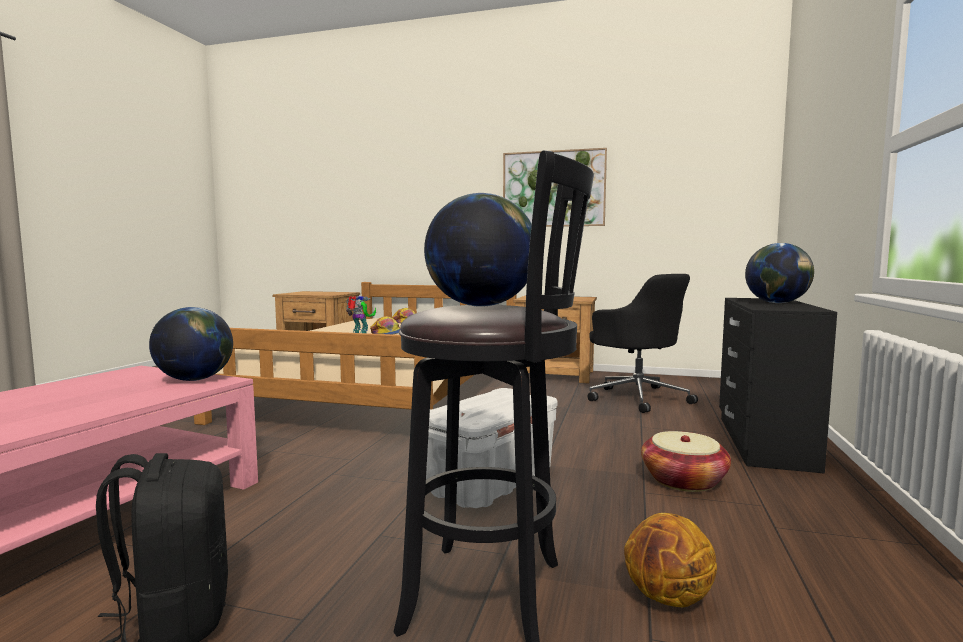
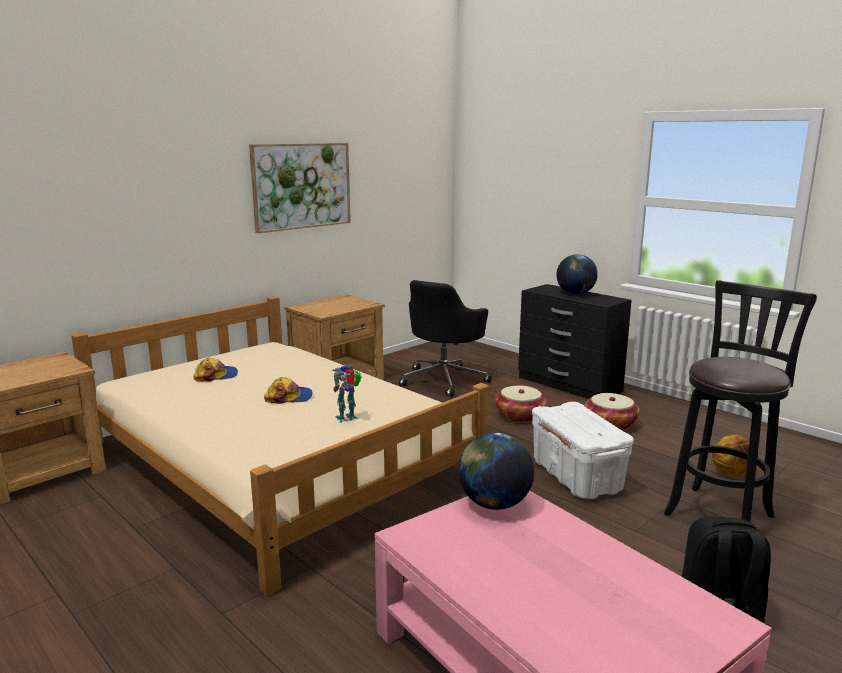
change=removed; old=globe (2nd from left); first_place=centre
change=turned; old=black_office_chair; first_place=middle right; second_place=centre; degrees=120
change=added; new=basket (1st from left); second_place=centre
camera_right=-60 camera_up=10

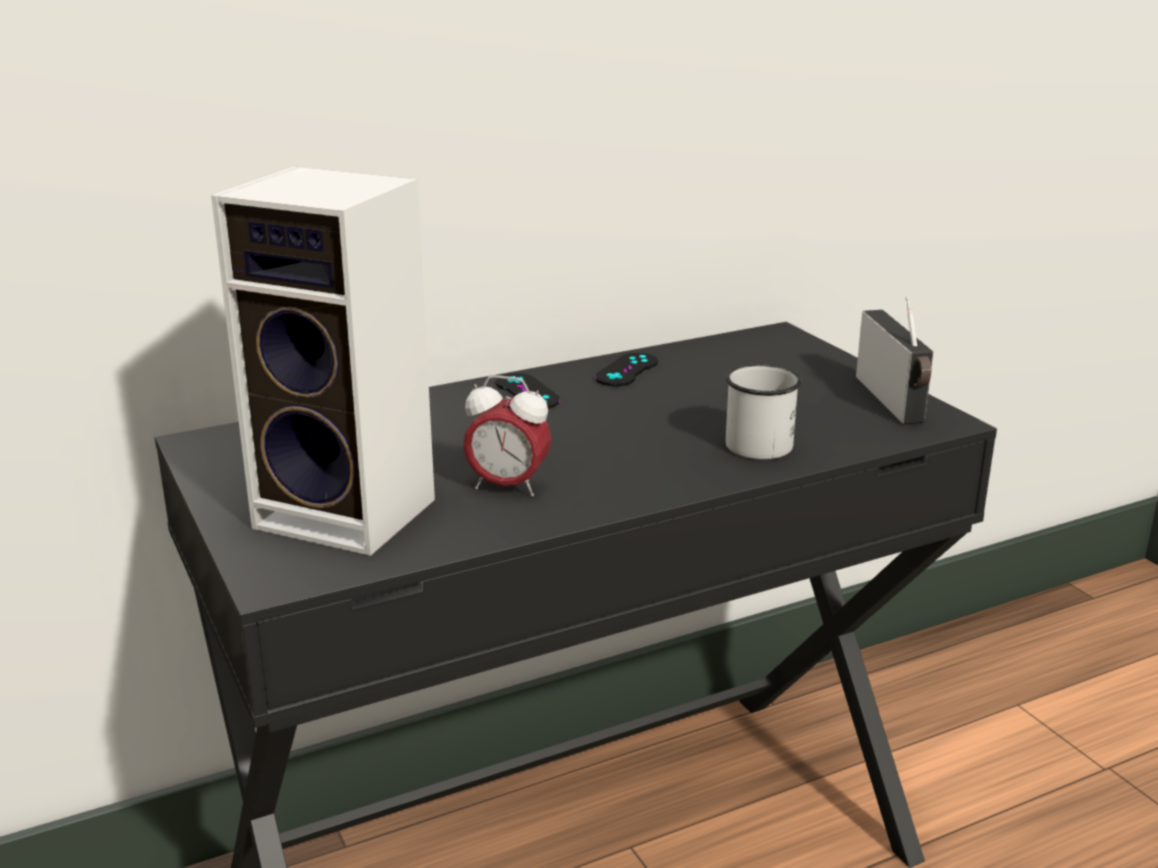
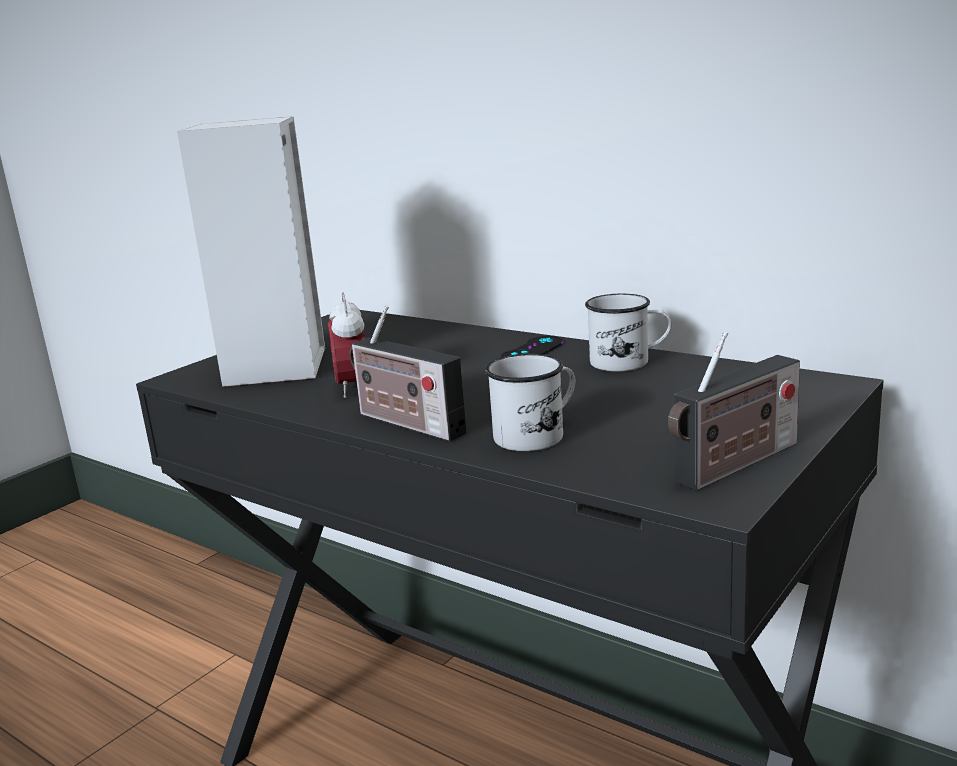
change=replaced; old=black_game_controller (2nd from left); new=white_mug (2nd from left); first_place=centre; second_place=centre
change=added; new=radio (1st from left); second_place=centre
camera_right=65 camera_up=-5

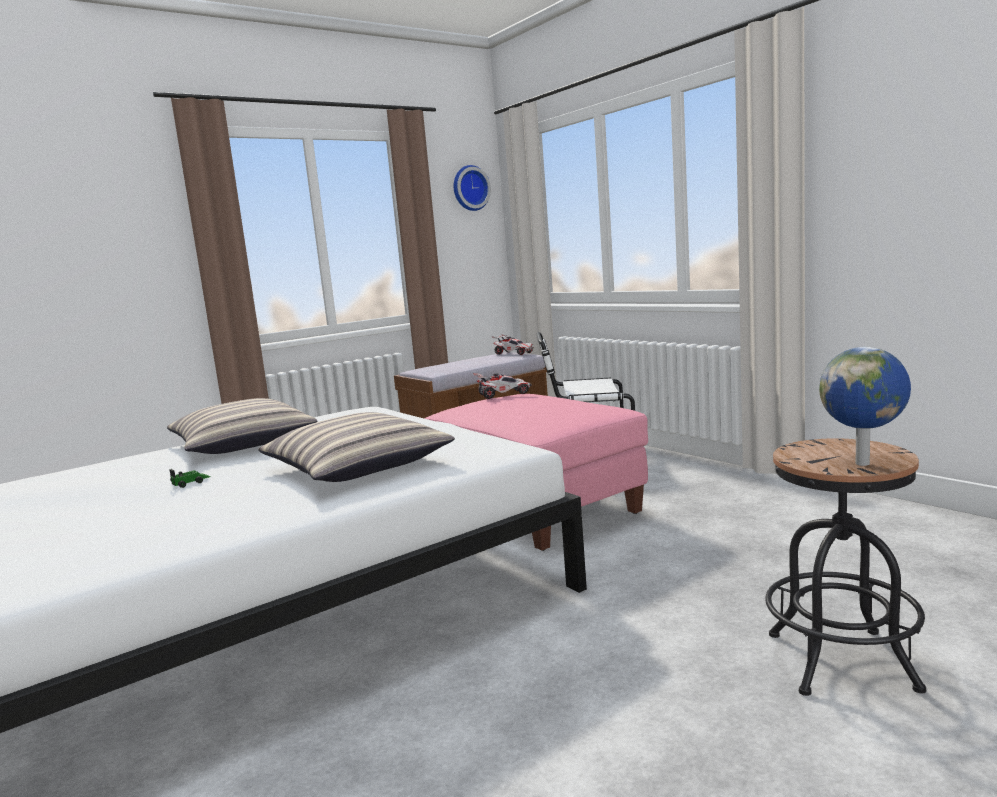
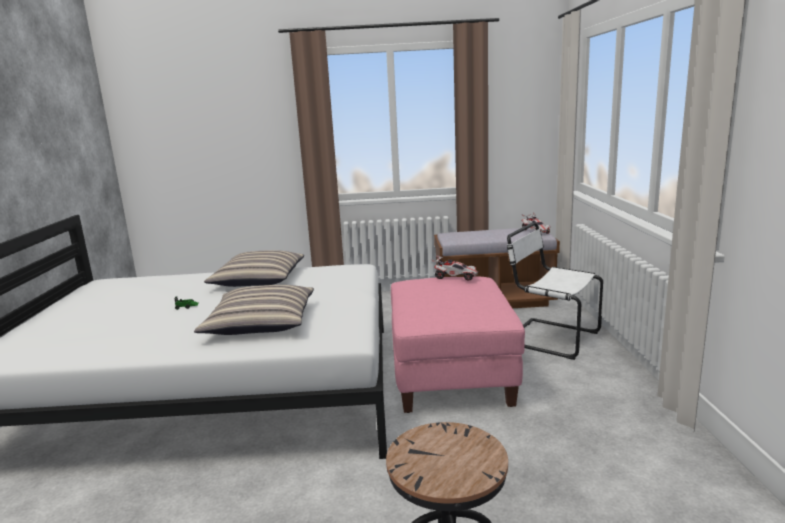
change=removed; old=wall_clock; first_place=top centre
change=removed; old=globe; first_place=middle right
camera_right=35 camera_up=5

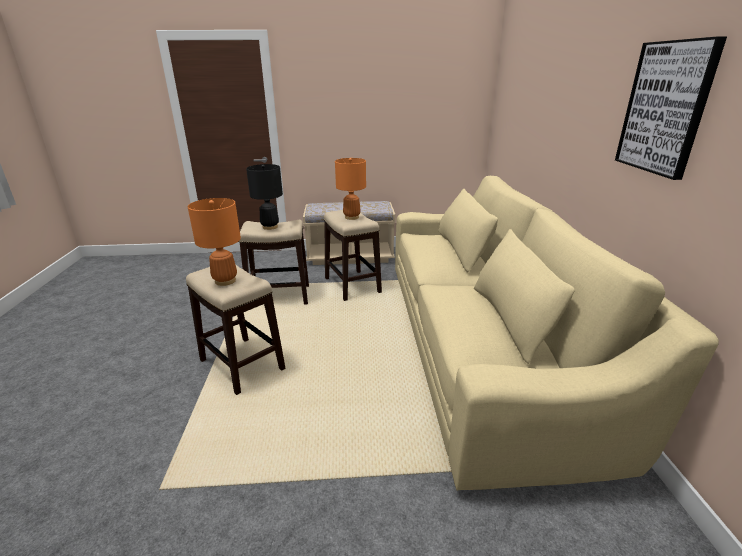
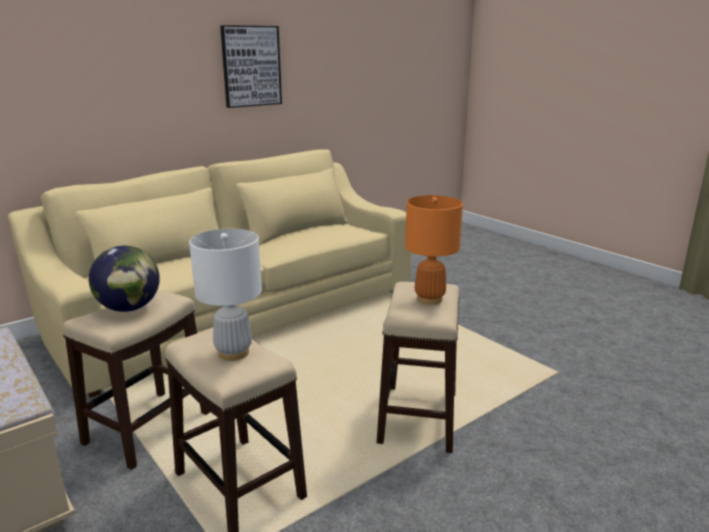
change=replaced; old=orange_table_lamp (2nd from left); new=globe; first_place=centre; second_place=middle left
change=recoloured; old=black_table_lamp; new=white_table_lamp; first_place=centre; second_place=middle left
camera_right=-125 camera_up=-5

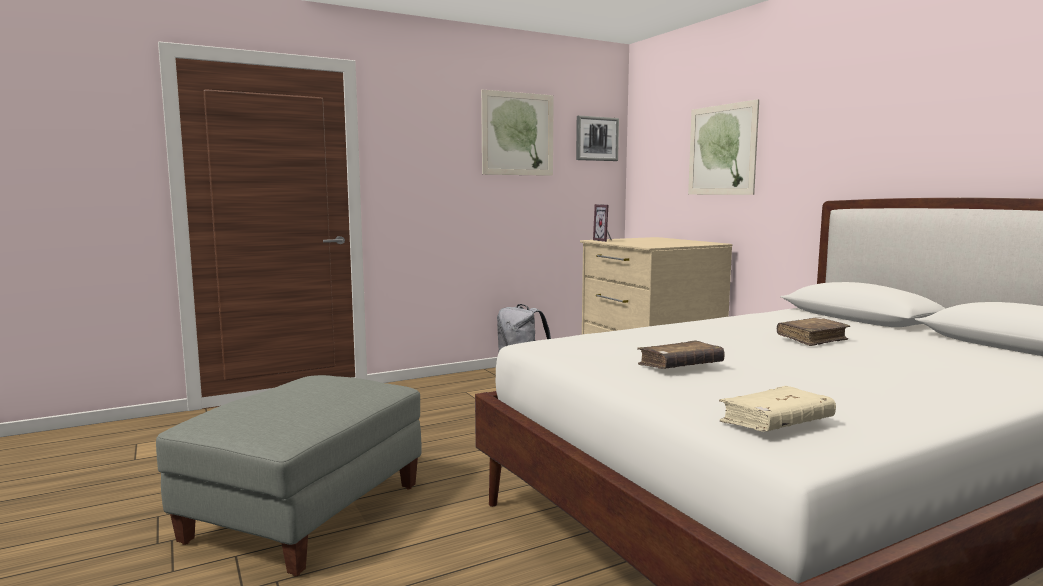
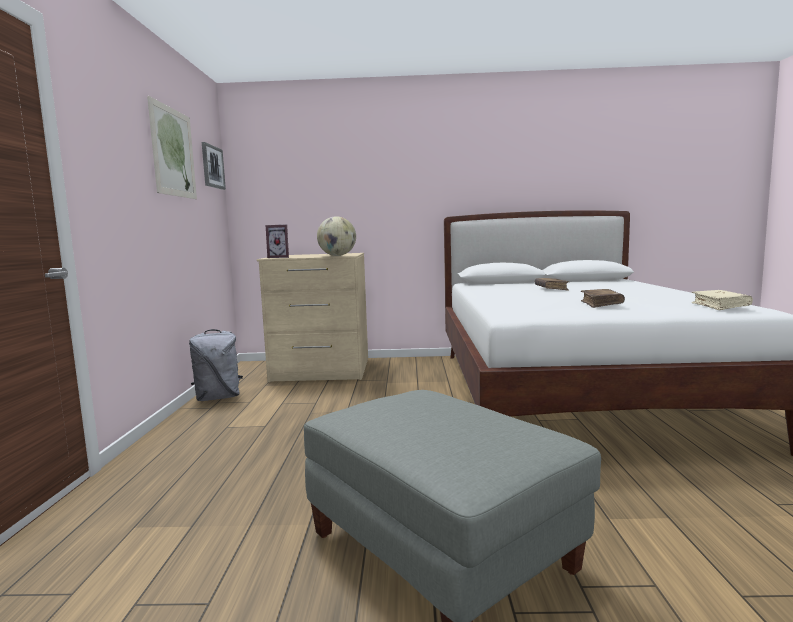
change=removed; old=picture (3rd from left); first_place=top right
change=added; new=globe; second_place=centre
camera_right=-60 camera_up=0

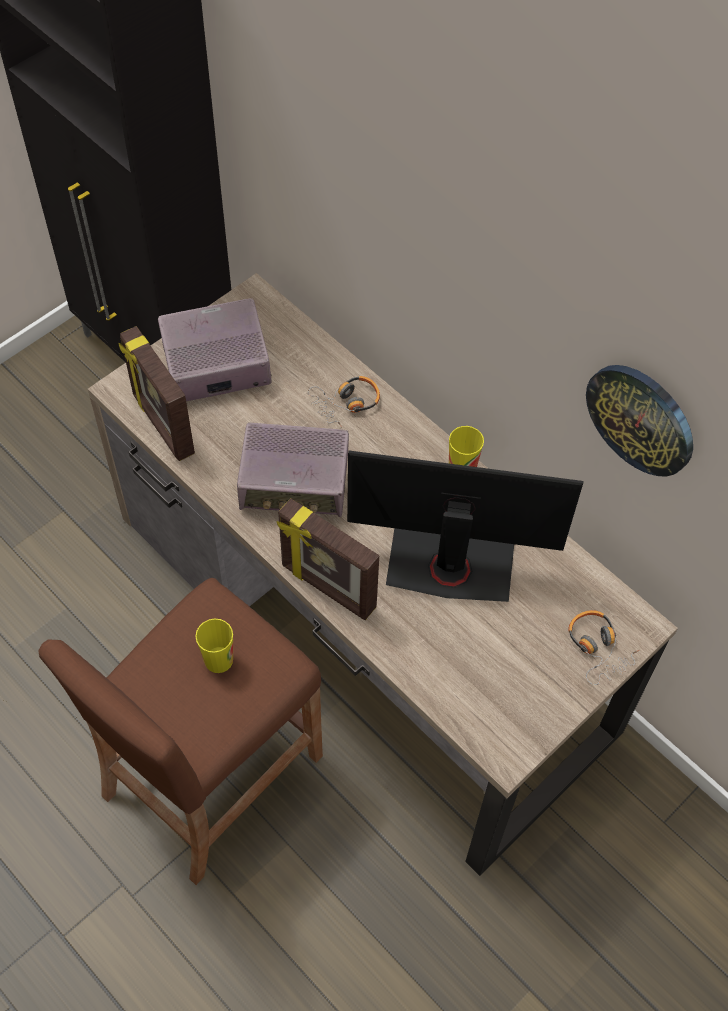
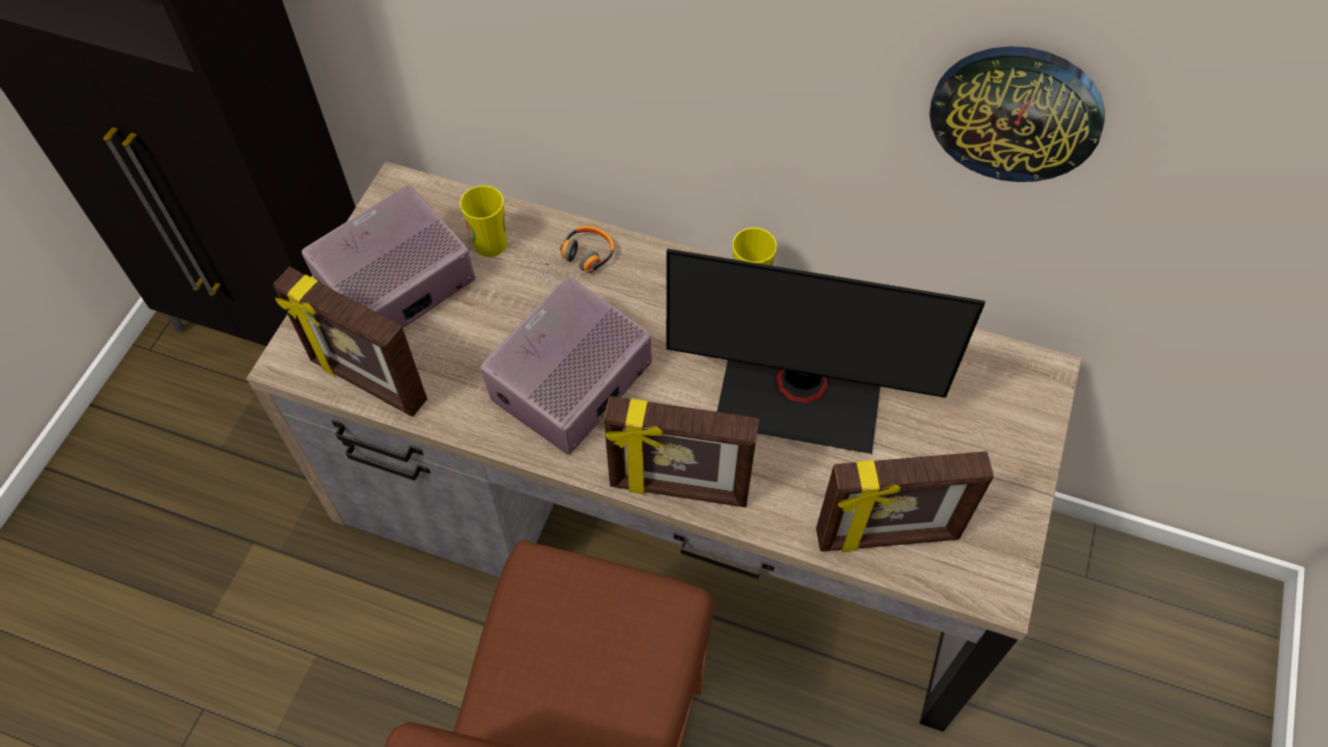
change=turned; old=radio (2nd from left); first_place=centre; second_place=centre; degrees=150
change=turned; old=monitor; first_place=centre; second_place=centre; degrees=-150
change=removed; old=headphones (2nd from left); first_place=middle right
change=moved; old=cup (1st from left); first_place=middle left; second_place=top centre
change=added; new=picture_frame (3rd from left); second_place=bottom right
camera_right=-25 camera_up=0

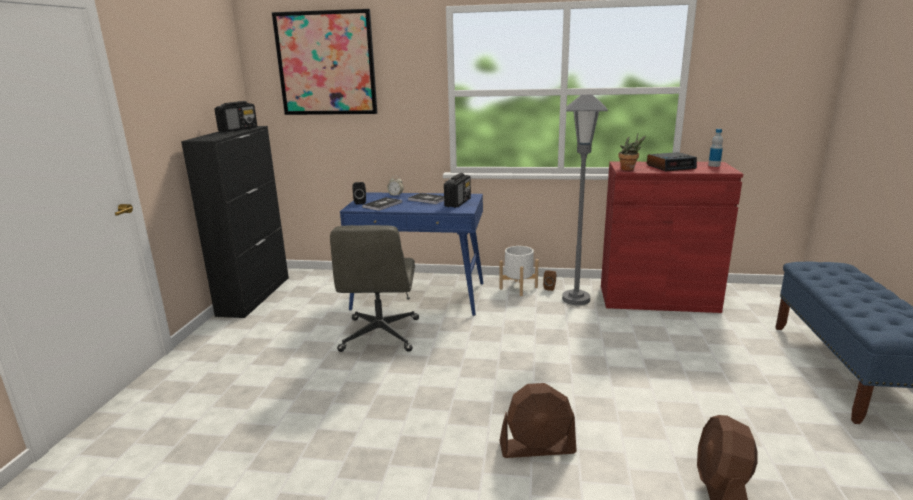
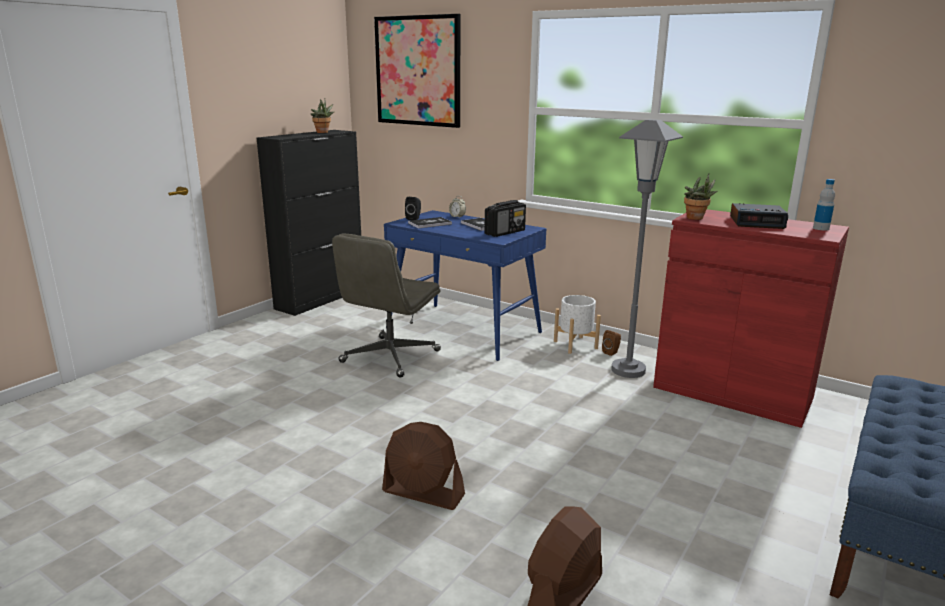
change=replaced; old=radio (1st from left); new=potted_plant (1st from left); first_place=top left; second_place=top centre
camera_right=25 camera_up=0

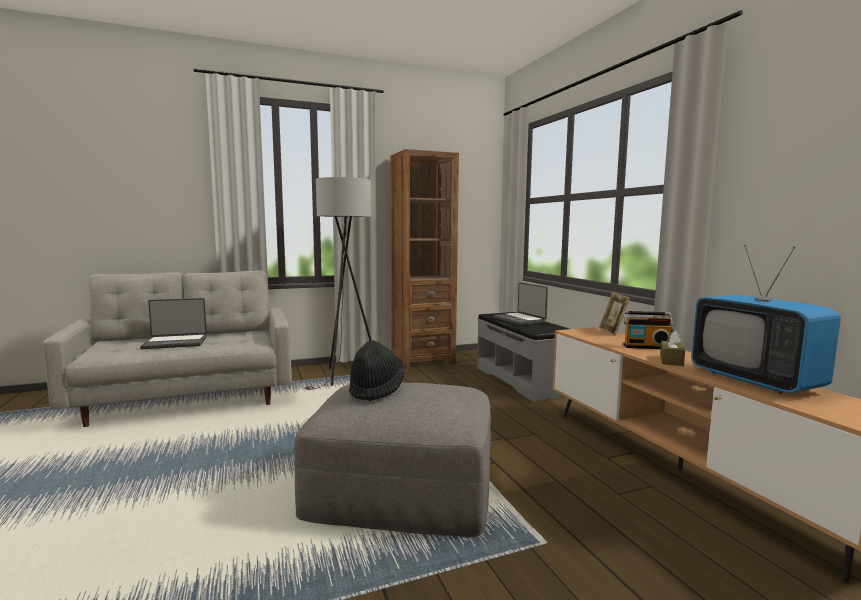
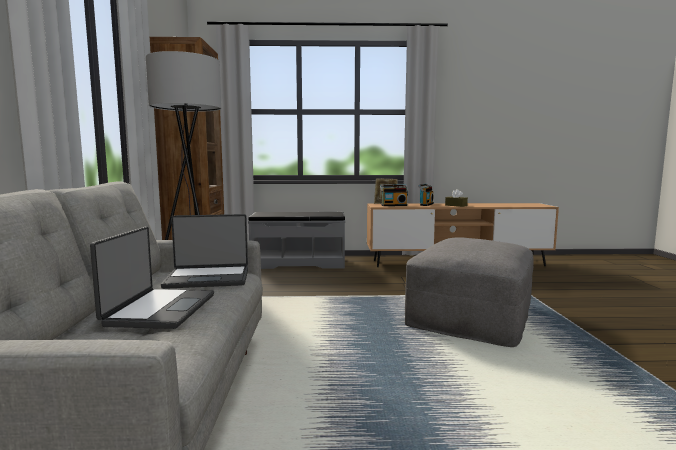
change=removed; old=television; first_place=middle right
change=moved; old=laptop (2nd from left); first_place=centre; second_place=middle left
change=removed; old=black_hat; first_place=centre
change=added; new=radio (1st from left); second_place=centre
camera_right=-70 camera_up=0

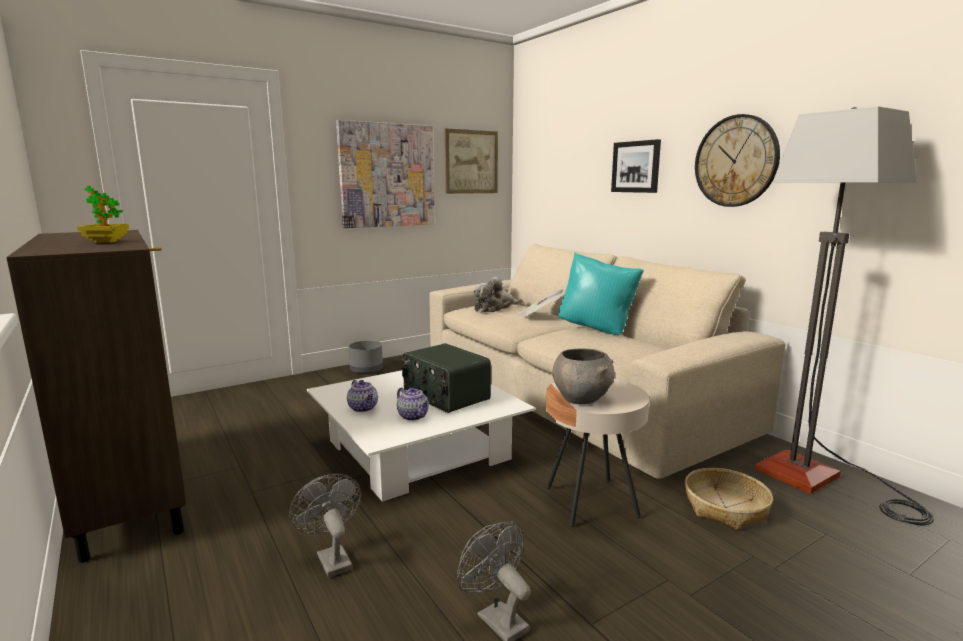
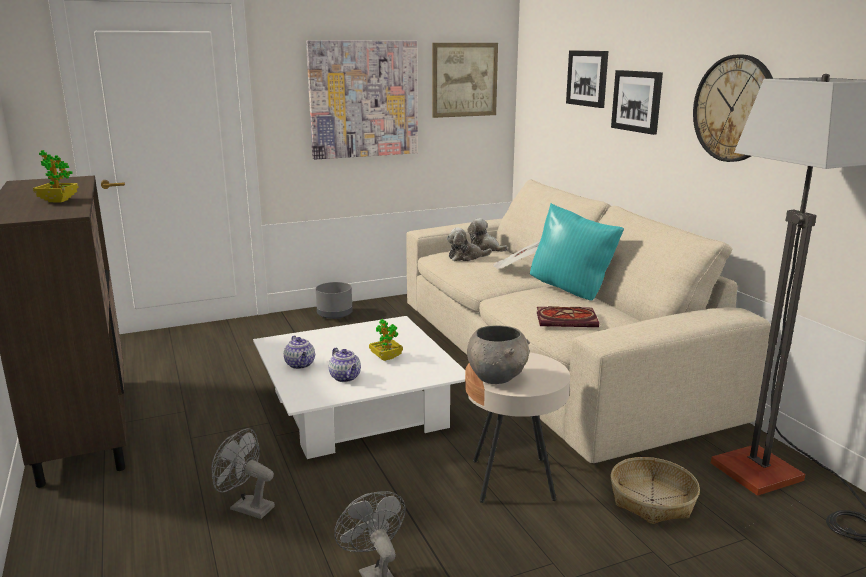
change=replaced; old=radio; new=potted_plant (2nd from left); first_place=centre; second_place=centre
change=turned; old=grey_fan (1st from left); first_place=bottom centre; second_place=bottom left; degrees=-45
change=added; new=picture (3rd from left); second_place=top right
change=added; new=book; second_place=centre
camera_right=10 camera_up=5

